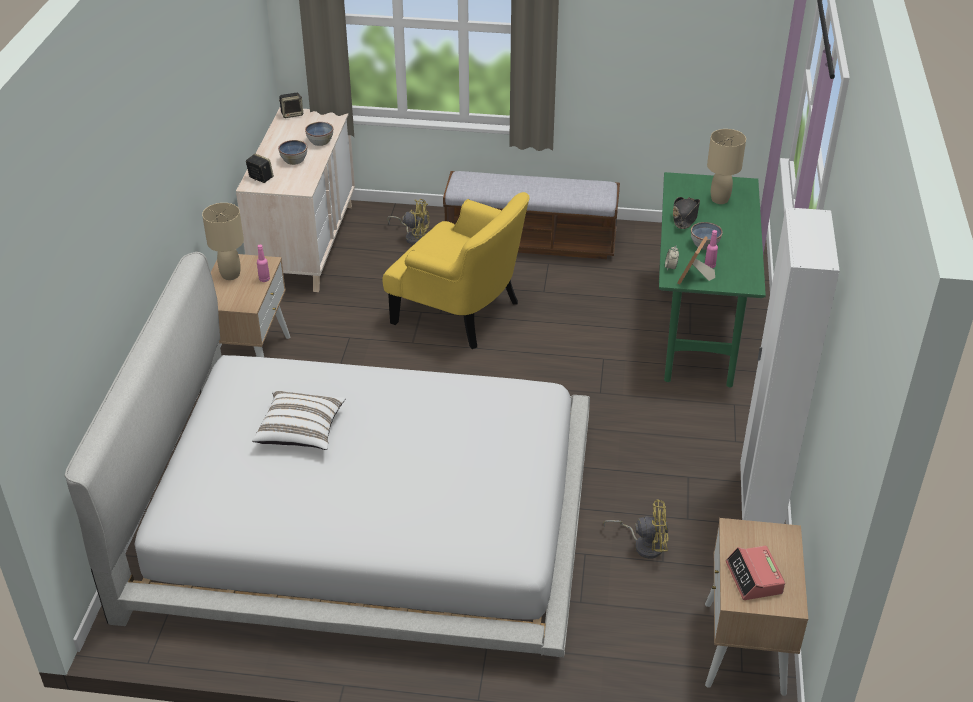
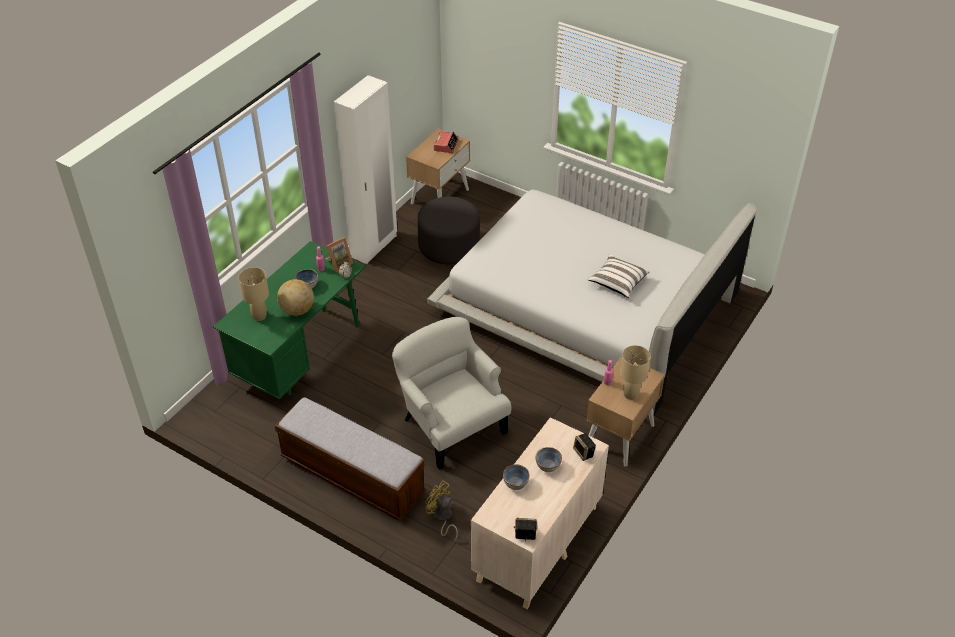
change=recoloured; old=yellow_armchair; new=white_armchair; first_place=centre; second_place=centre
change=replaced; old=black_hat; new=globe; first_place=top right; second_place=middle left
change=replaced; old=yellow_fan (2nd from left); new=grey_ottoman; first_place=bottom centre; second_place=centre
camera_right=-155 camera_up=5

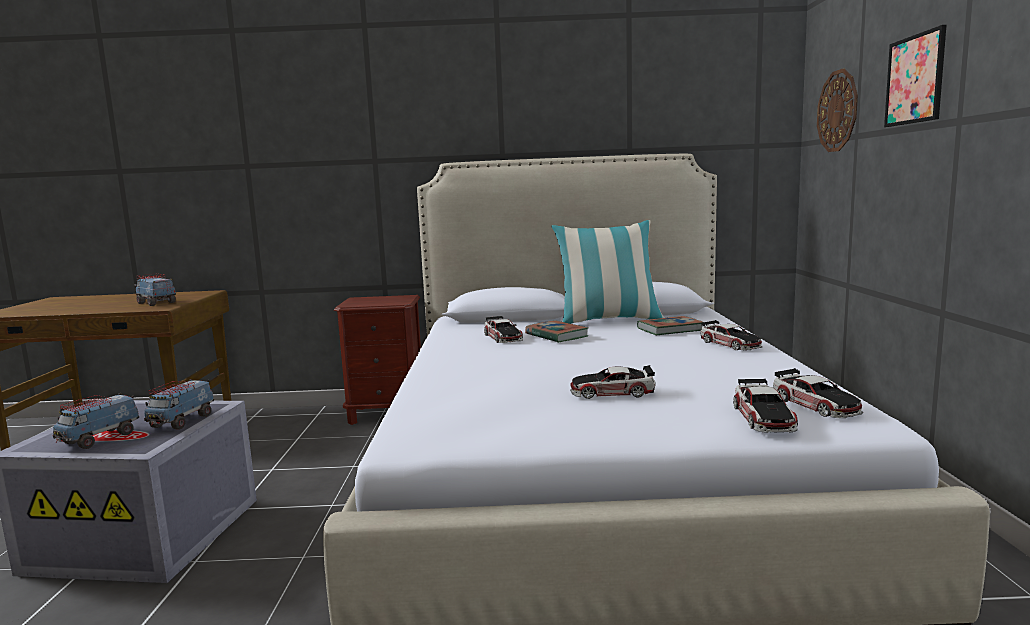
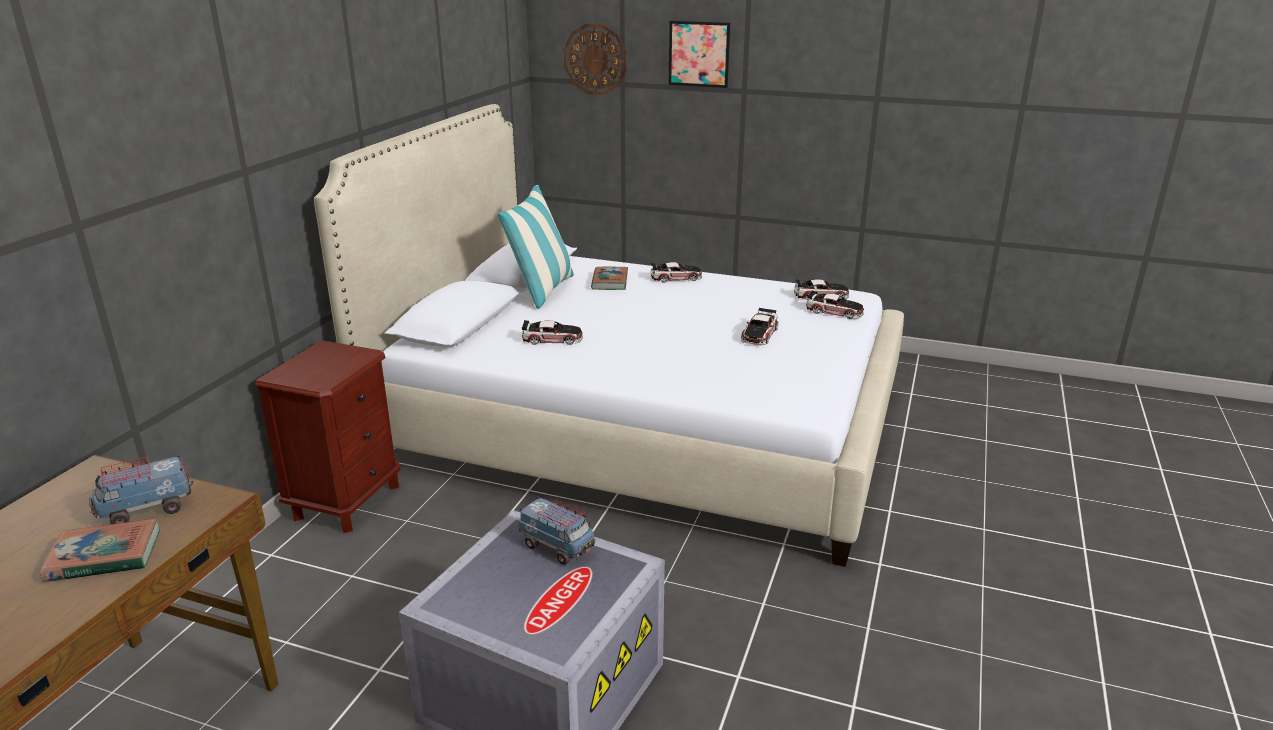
change=moved; old=book (1st from left); first_place=centre; second_place=bottom left
change=removed; old=toy_truck (1st from left); first_place=bottom left
camera_right=-70 camera_up=15

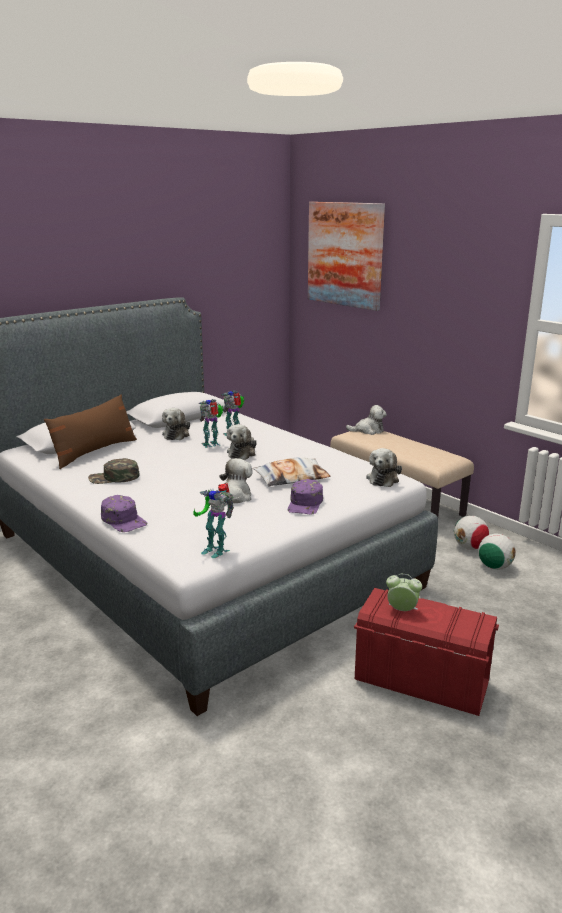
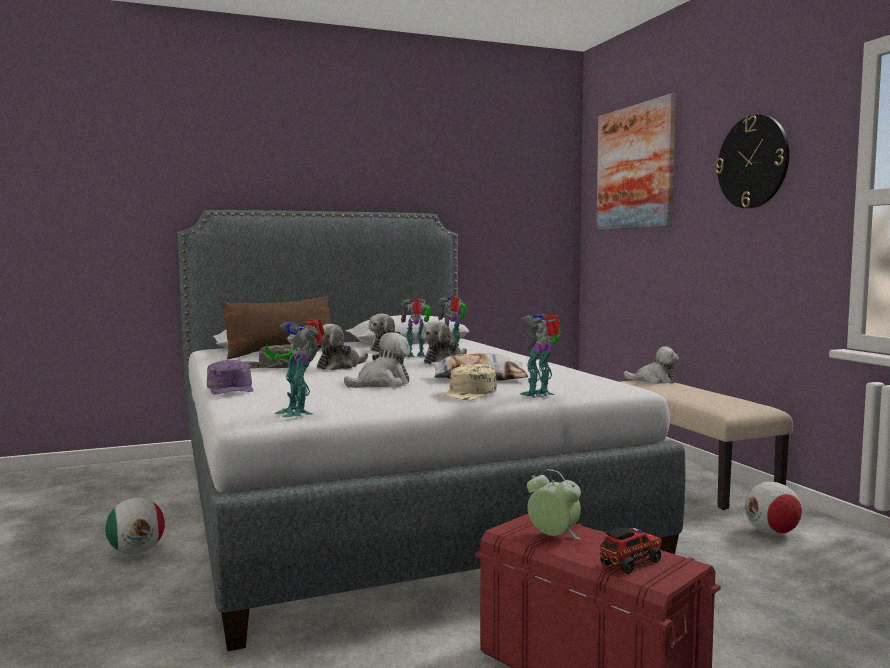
change=moved; old=plush_toy (5th from left in the first image); new=plush_toy (1st from left); first_place=middle right; second_place=centre
change=recoloured; old=purple_cap (2nd from left); new=beige_cap; first_place=centre; second_place=centre
change=moved; old=football (2nd from left in the first image); new=football (1st from left); first_place=middle right; second_place=bottom left
change=added; new=wall_clock; second_place=top right
change=added; new=toy_robot (4th from left); second_place=centre
change=added; new=toy_truck; second_place=bottom right
camera_right=20 camera_up=-15

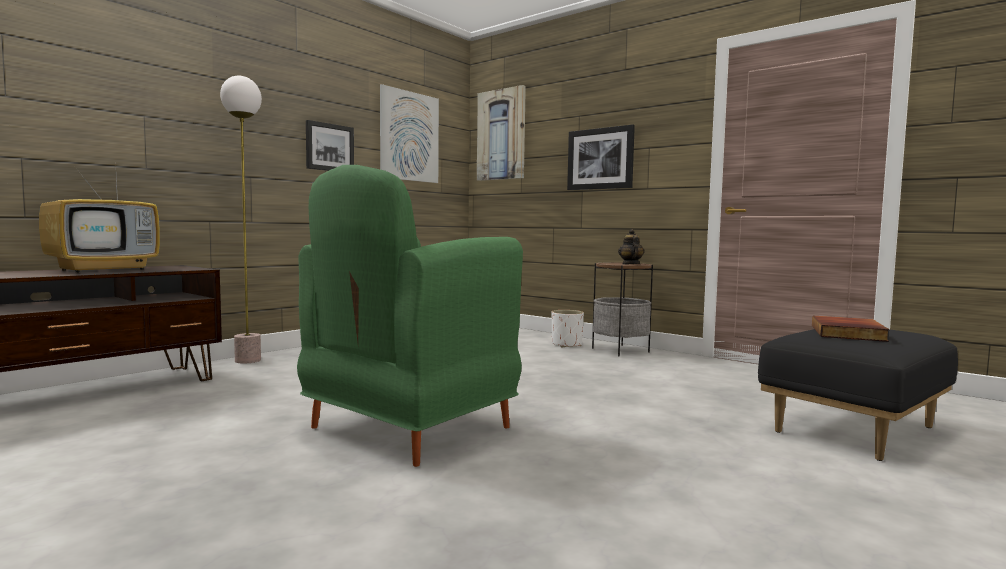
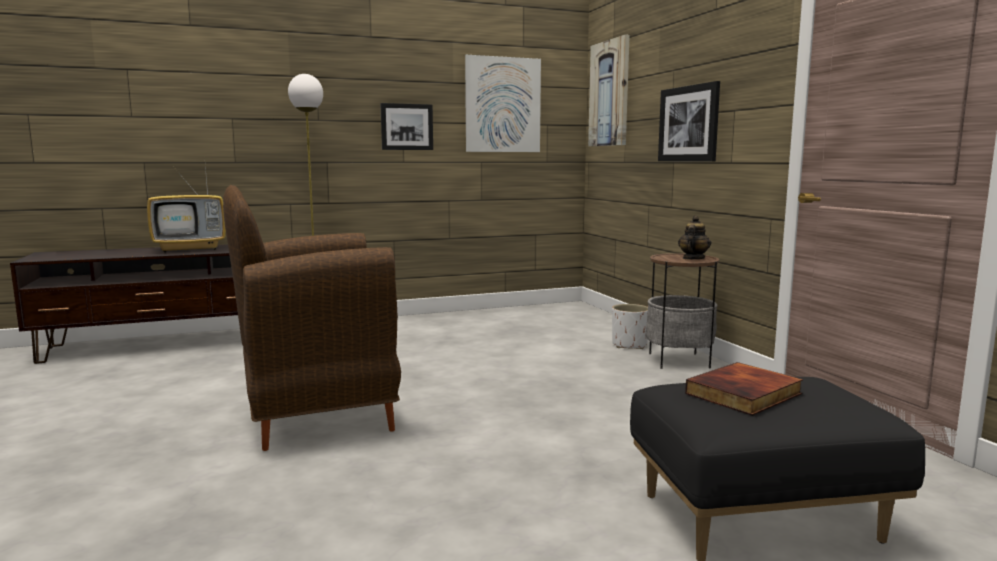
change=recoloured; old=green_armchair; new=brown_armchair; first_place=centre; second_place=middle left
camera_right=30 camera_up=5

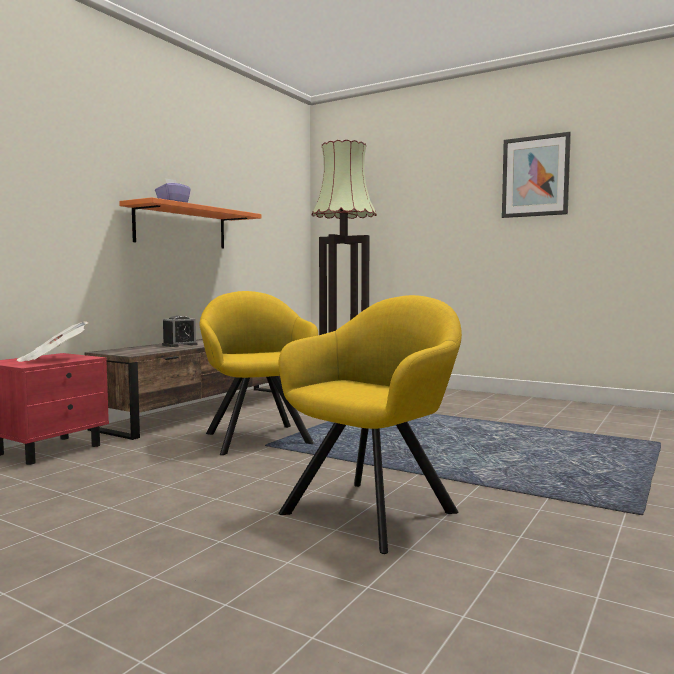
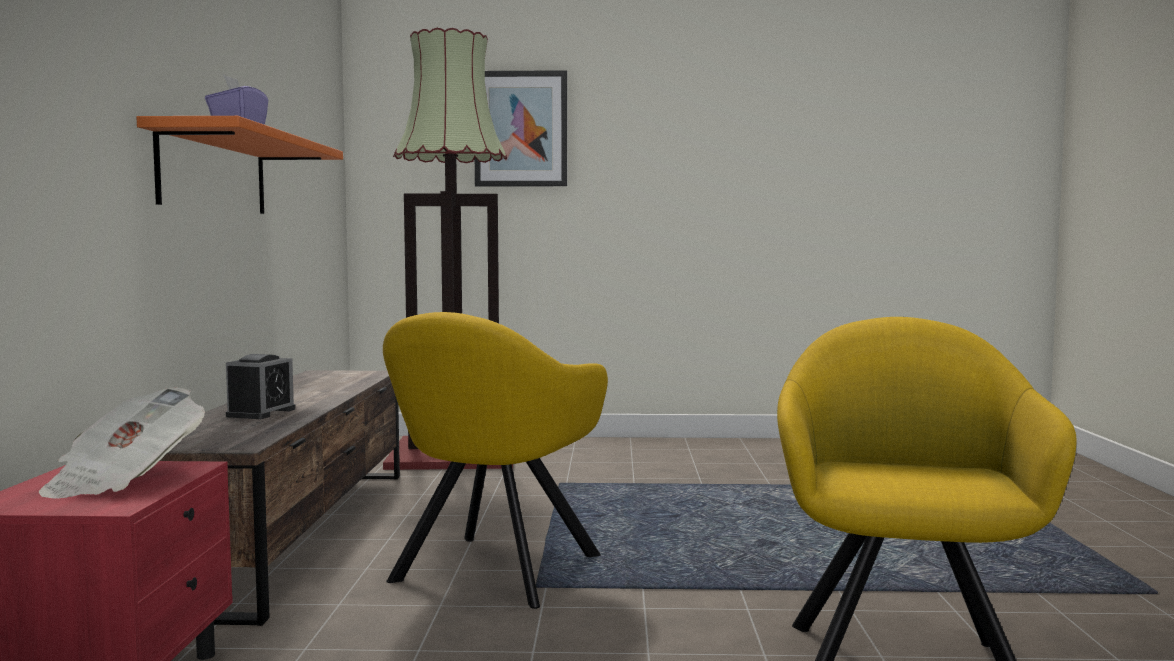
change=moved; old=picture; first_place=top right; second_place=top centre
change=turned; old=yellow_armchair (1st from left); first_place=centre; second_place=bottom centre; degrees=-105
camera_right=-30 camera_up=0

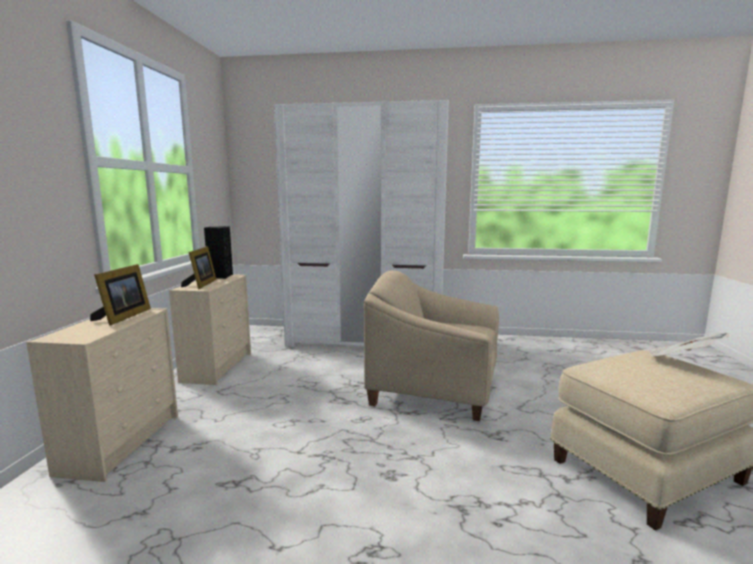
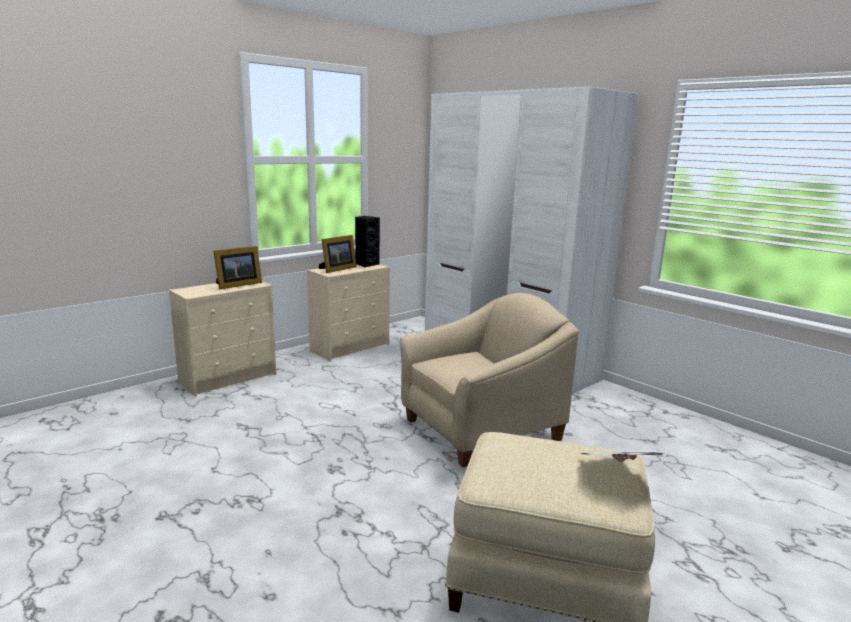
change=turned; old=beige_armchair; first_place=centre; second_place=centre; degrees=90
camera_right=40 camera_up=5

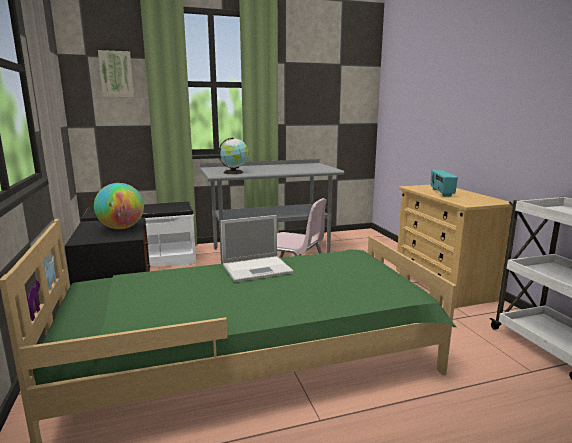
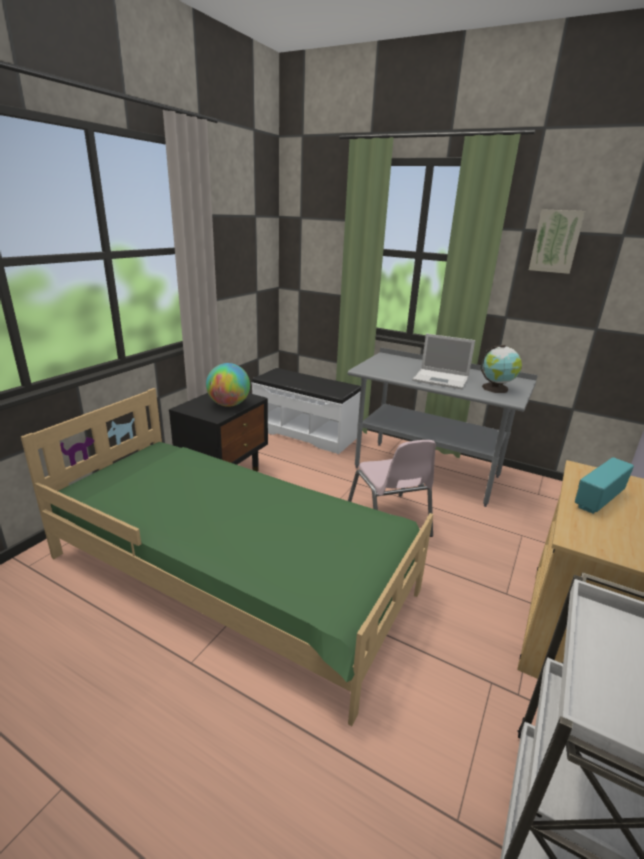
change=moved; old=picture; first_place=top left; second_place=top right
change=moved; old=globe (2nd from left); first_place=centre; second_place=middle right
change=moved; old=laptop; first_place=centre; second_place=middle right
camera_right=45 camera_up=10

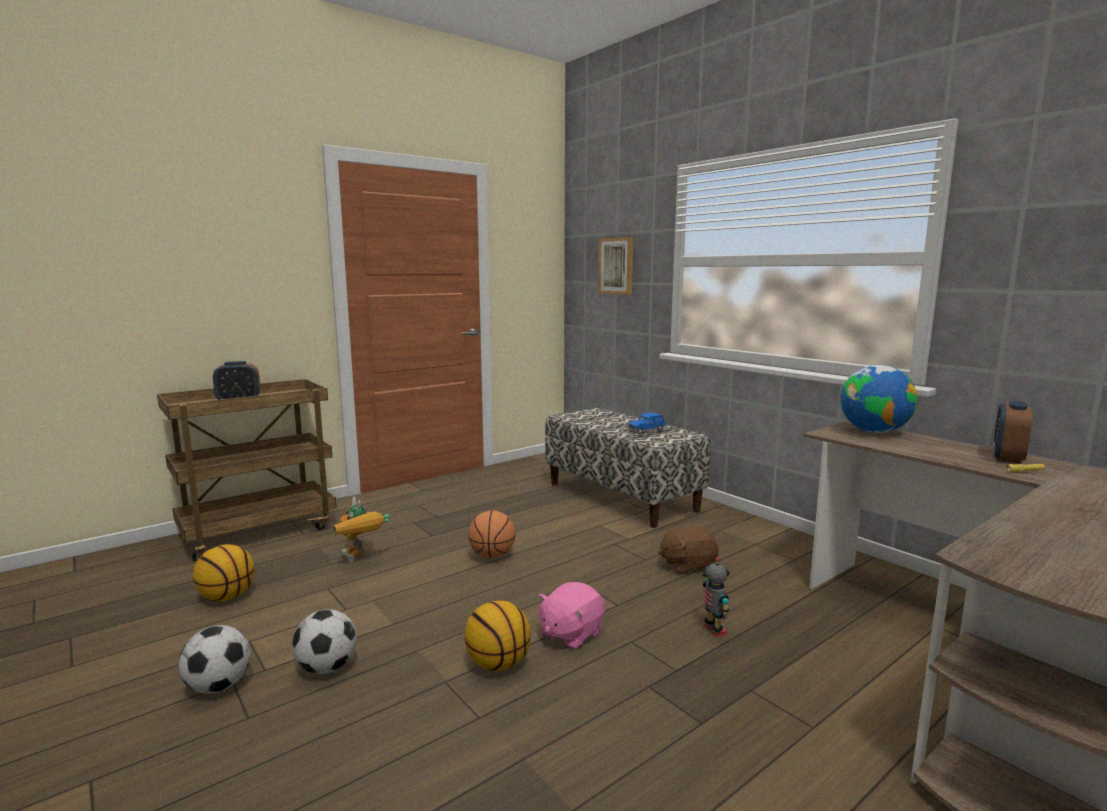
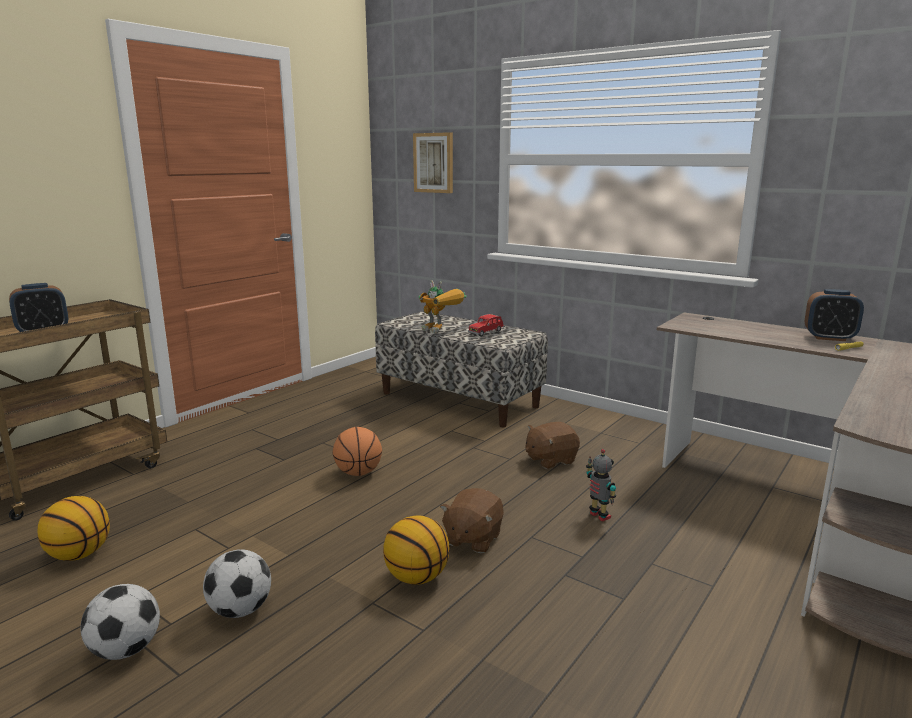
change=removed; old=globe; first_place=middle right
change=turned; old=alarm_clock (2nd from left); first_place=middle right; second_place=middle right; degrees=-90
change=recoloured; old=blue_toy_car; new=red_toy_car; first_place=centre; second_place=centre
change=moved; old=toy_robot (1st from left); first_place=middle left; second_place=centre
change=recoloured; old=pink_plush_toy; new=brown_plush_toy (1st from left); first_place=bottom centre; second_place=bottom centre
camera_right=-15 camera_up=5

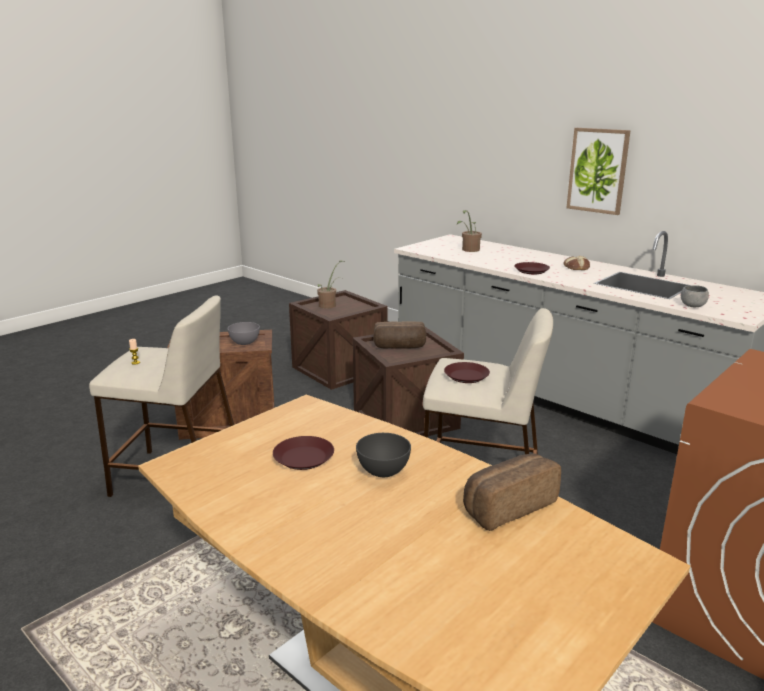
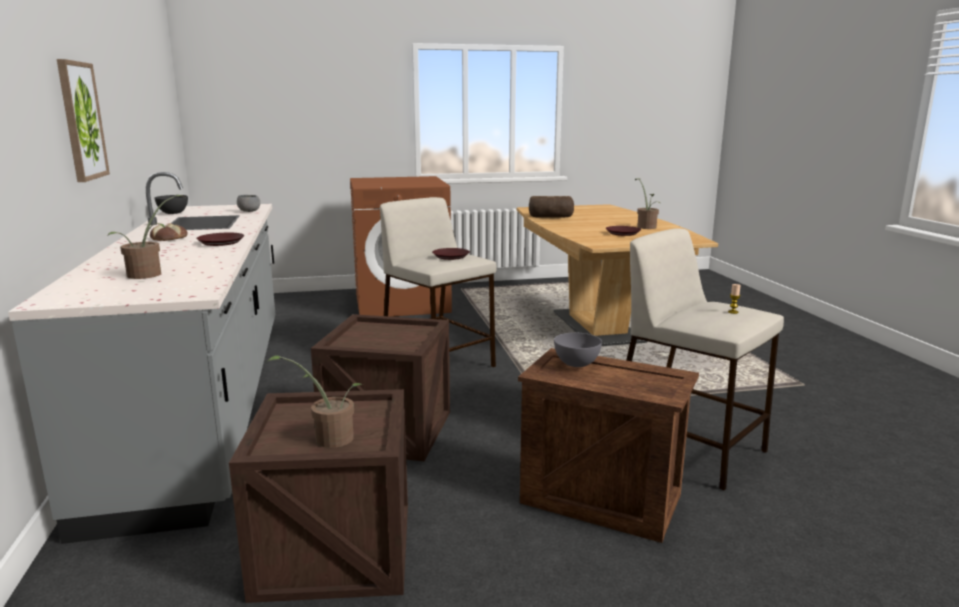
change=removed; old=bread (1st from left); first_place=centre
change=moved; old=grey_bowl (2nd from left in the first image); new=grey_bowl (1st from left); first_place=centre; second_place=middle left
change=added; new=potted_plant (3rd from left); second_place=middle right
camera_right=-145 camera_up=-5

